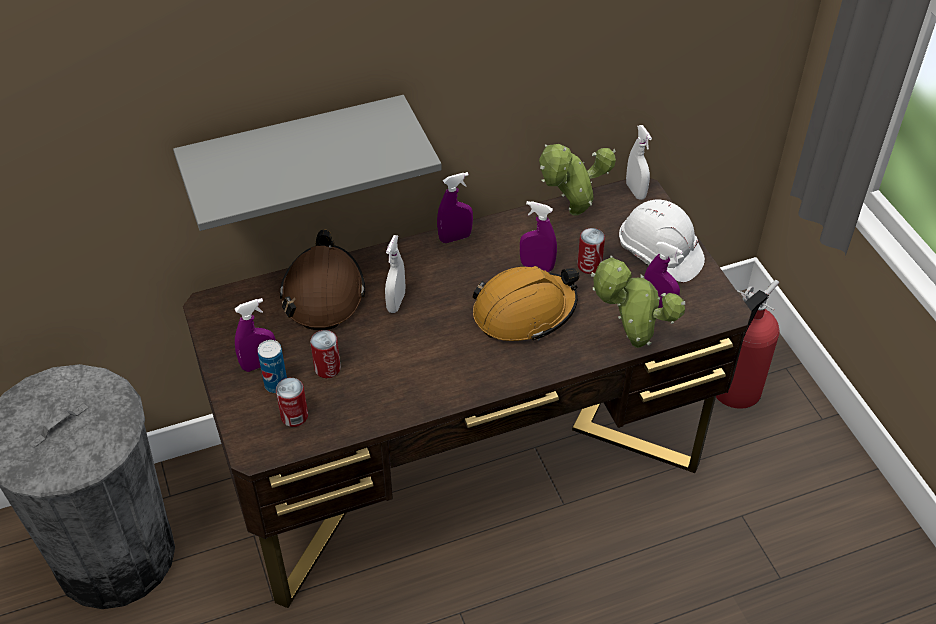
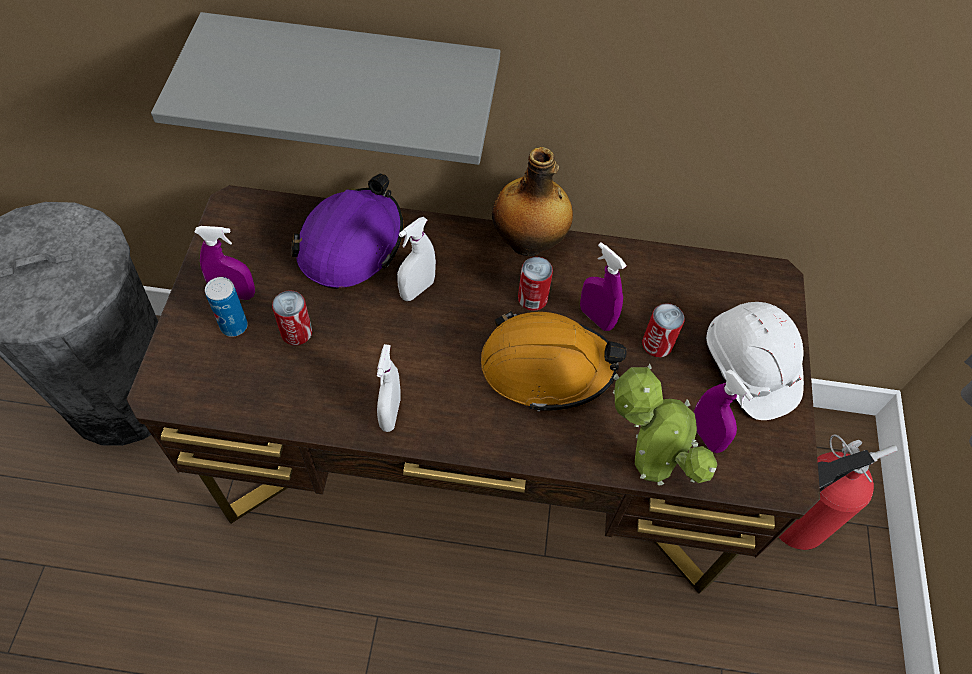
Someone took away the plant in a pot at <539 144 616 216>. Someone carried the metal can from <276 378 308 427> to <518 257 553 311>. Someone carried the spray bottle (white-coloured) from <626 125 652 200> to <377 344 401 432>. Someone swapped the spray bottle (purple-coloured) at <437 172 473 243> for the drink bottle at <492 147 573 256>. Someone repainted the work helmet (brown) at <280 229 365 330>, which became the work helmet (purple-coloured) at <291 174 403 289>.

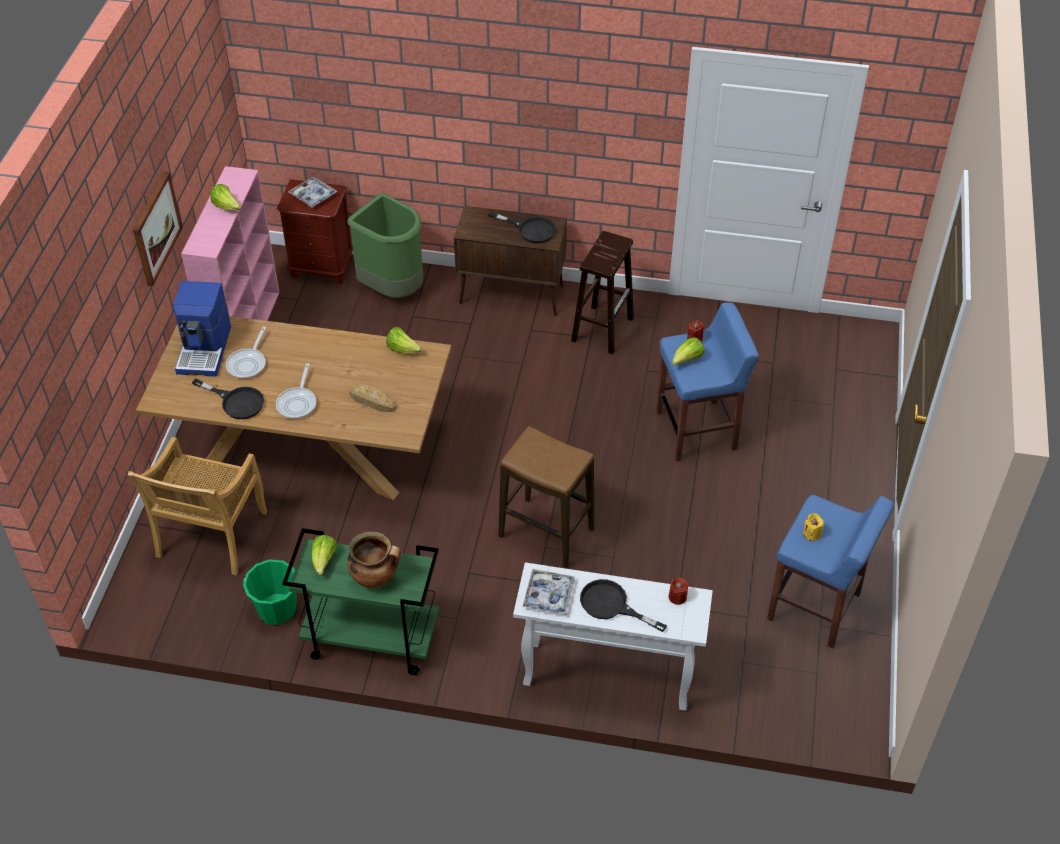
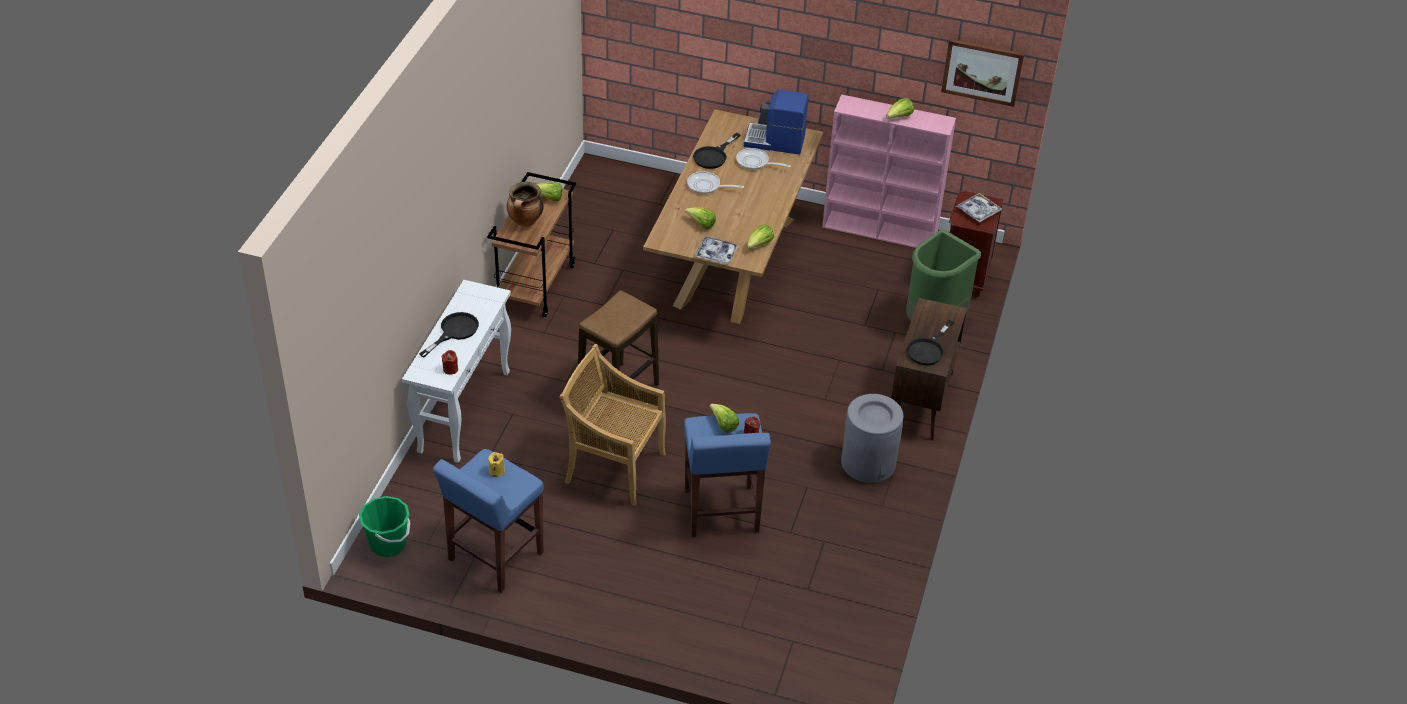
Someone carried the upright chair (beige-coloured) from <128 437 267 576> to <559 344 666 506>. Someone carried the wall art from <133 171 183 287> to <941 39 1024 107>. Someone carried the bucket (green) from <243 559 296 625> to <359 496 410 557>. Someone carried the carrying tray from <523 569 575 615> to <694 236 739 265>. Someone swapped the baked bread at <349 384 396 412> for the head of lettuce at <685 207 716 230>. Someone swapped the stool seat (brown) at <571 231 634 355> for the waste bin (greyish) at <841 394 904 483>. Someone repainted the wheeled cart (green) at <282 528 439 675>, which became the wheeled cart (brown) at <487 172 576 317>.

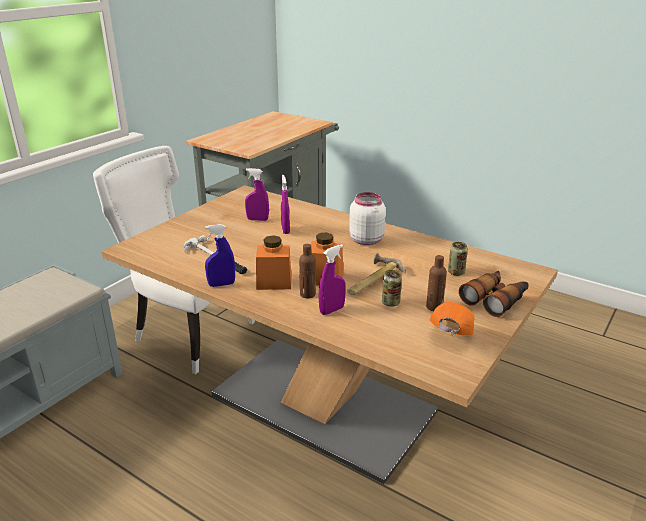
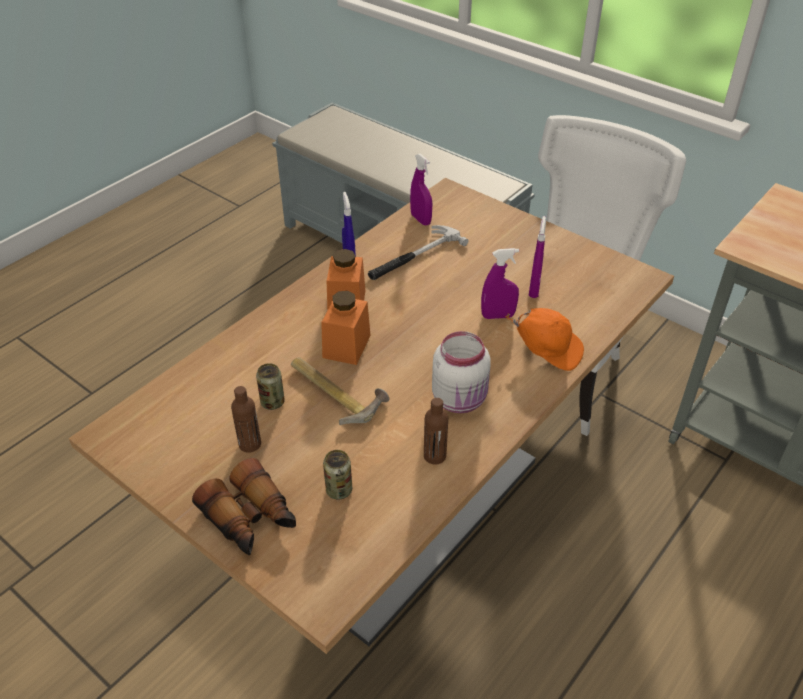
Someone carried the drink bottle (brown) from <299 244 316 298> to <424 398 448 465>. Someone carried the spray bottle (purple-coloured) from <318 244 346 315> to <410 154 433 225>. Someone carried the baseball cap (orange) from <429 302 474 336> to <505 308 584 371>.

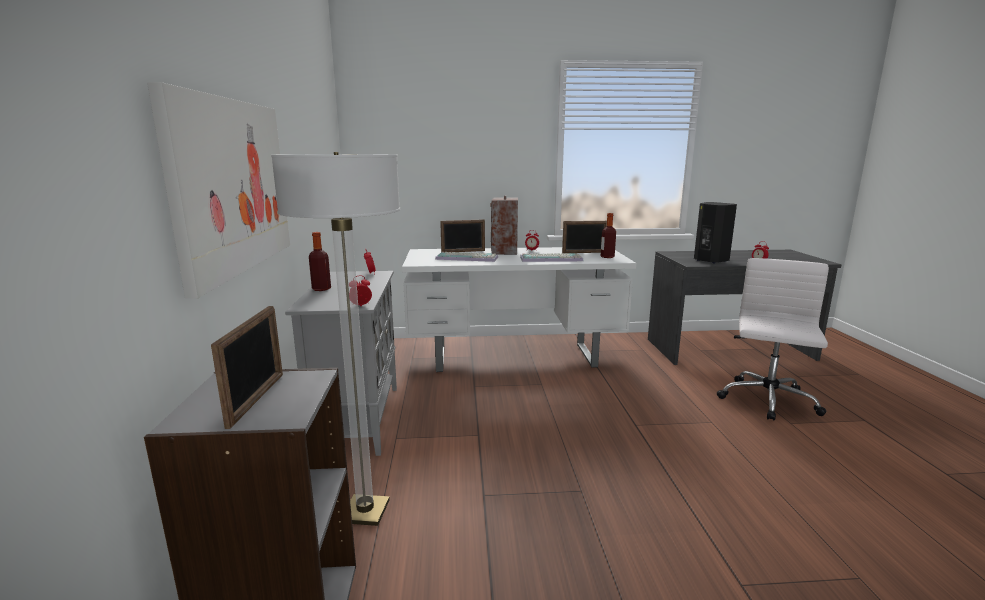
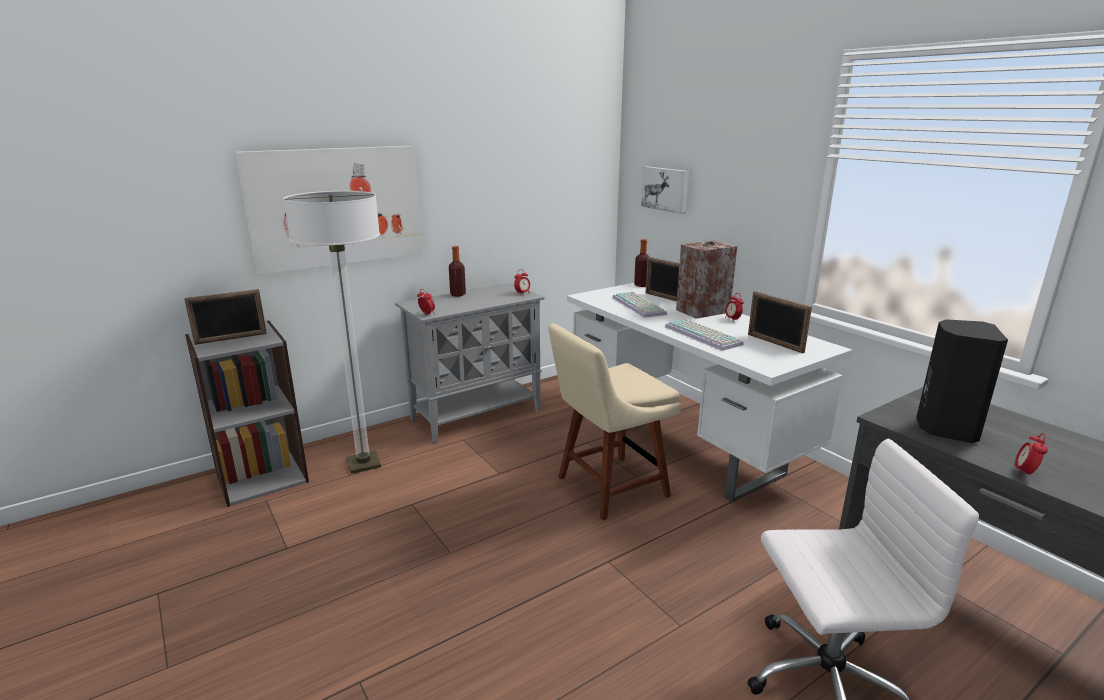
Someone put down the upright chair (beige-coloured) at <548 324 681 520>. Someone put up the wall art at <641 167 689 214>. Someone carried the drink bottle from <601 213 616 258> to <634 239 649 287>.

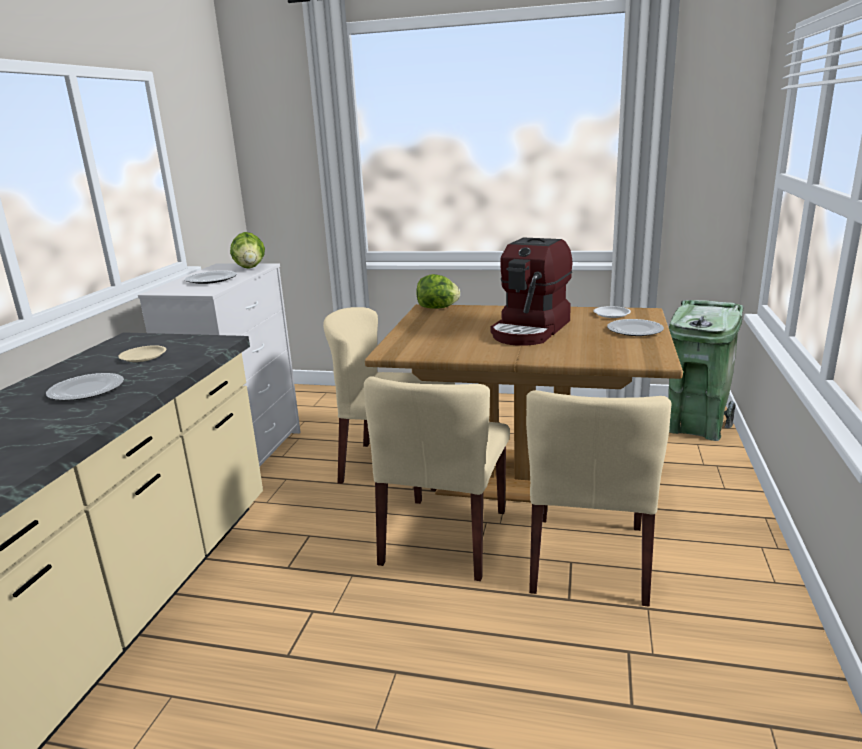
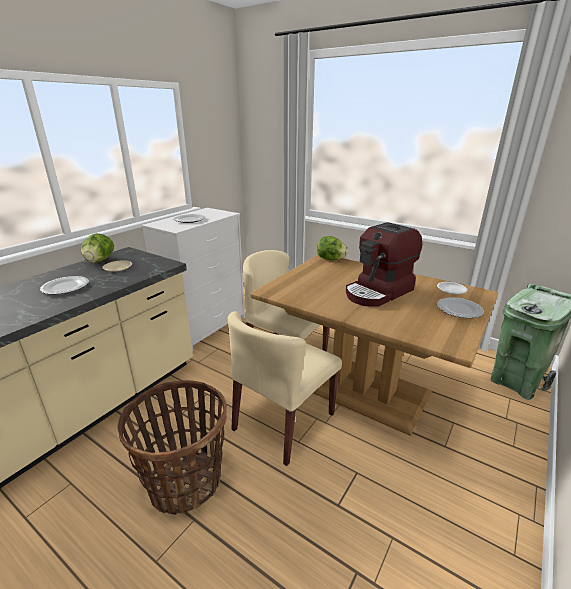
Someone took away the upright chair (beige-coloured) at <526 390 671 606>. Someone put down the basket at <117 380 227 515>. Someone carried the head of lettuce from <230 232 265 269> to <81 233 114 263>.

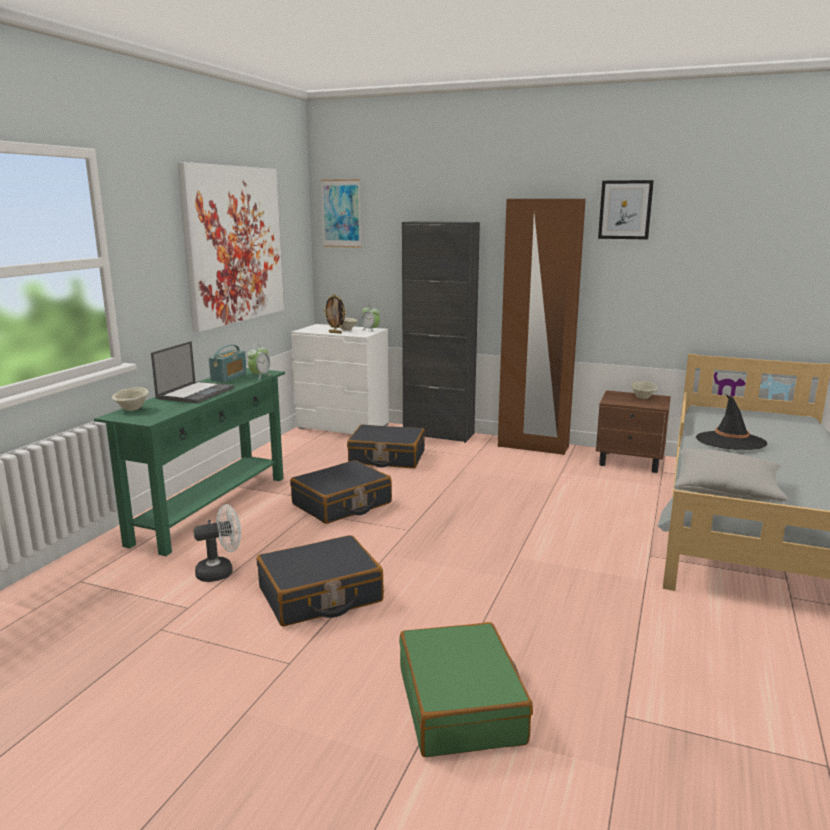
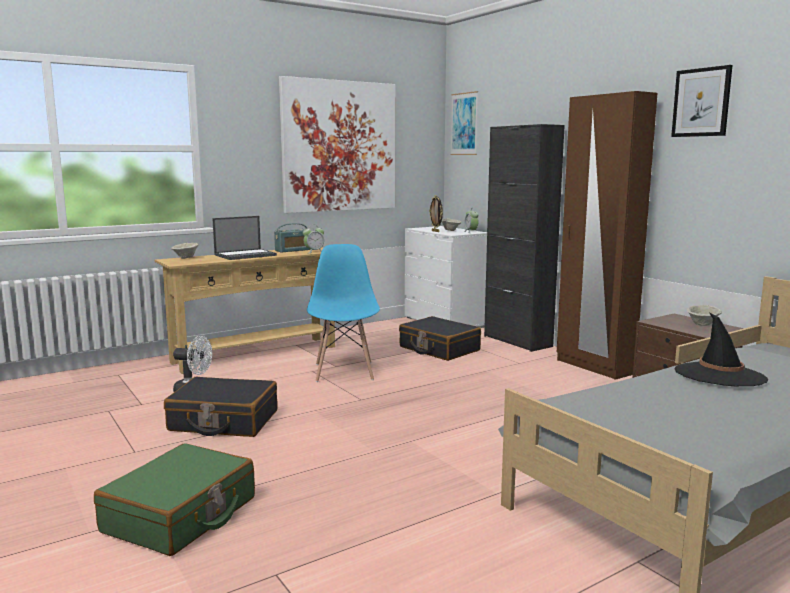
Someone took away the pillow (greyish) at <673 449 788 501>. Someone swapped the piece of luggage (black-coloured) at <290 460 392 524> for the upright chair (blue) at <307 244 380 382>. Someone repainted the hall table (green) at <94 368 285 556>, which became the hall table (beige-coloured) at <155 247 335 374>.

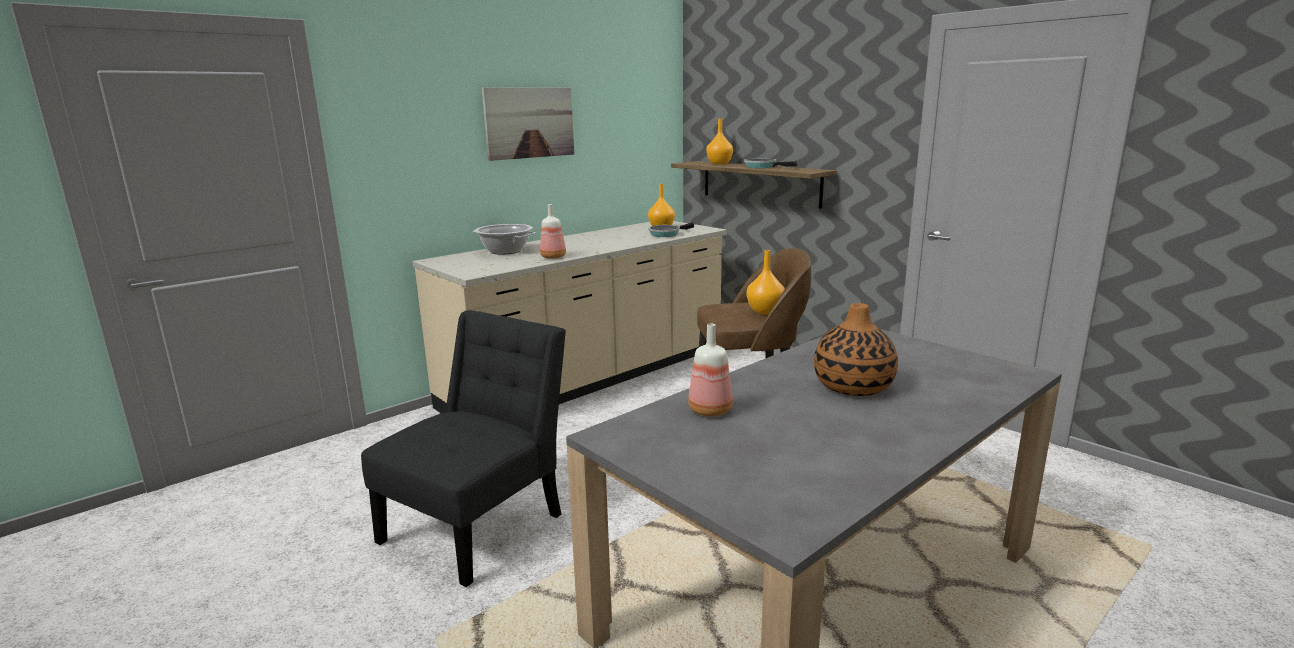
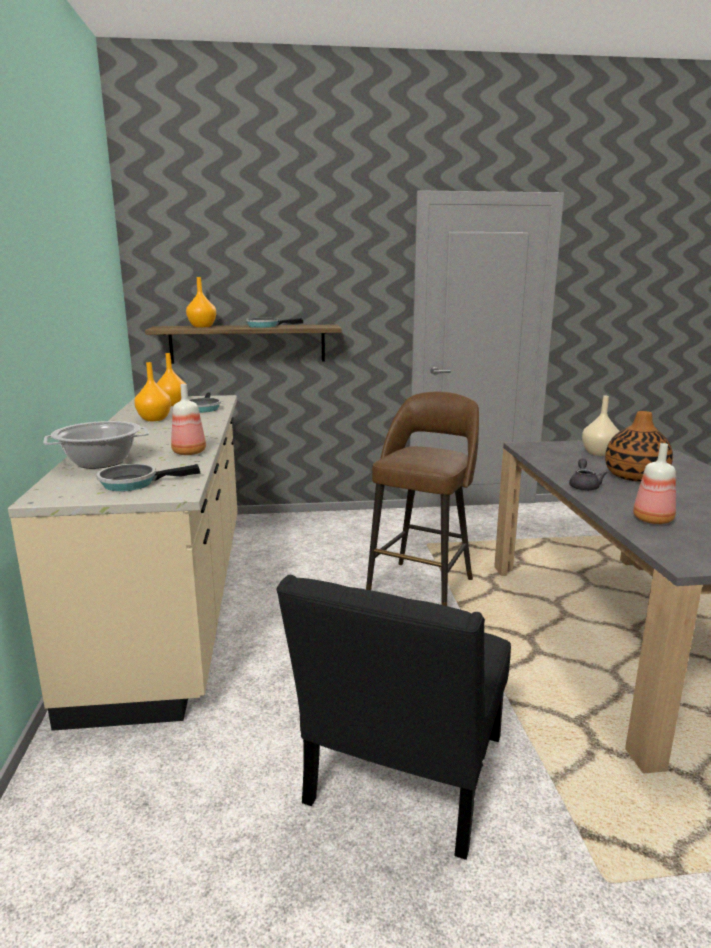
Someone took away the wall art at <482 87 574 161>. Someone put down the skillet at <96 464 201 491>. Someone put down the tea pot (greyish) at <569 459 607 491>. Someone put down the vase (beige-coloured) at <582 396 620 456>. Someone carried the vase (orange) from <746 250 785 314> to <134 362 171 421>. Someone rotated the upright chair (black-coloured) at <361 310 566 587> by 135 degrees counterclockwise.

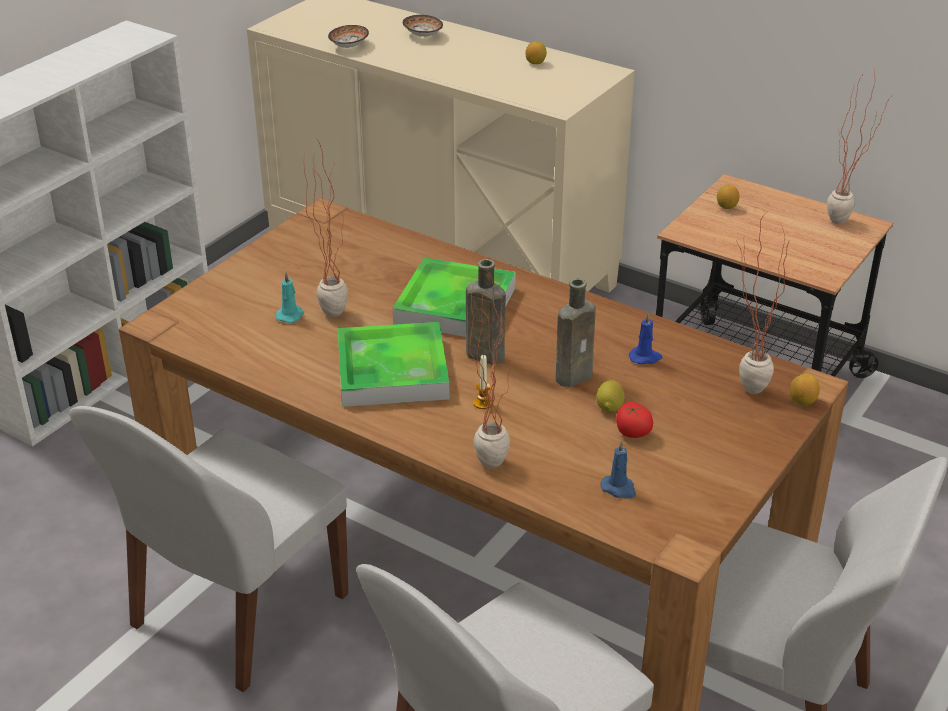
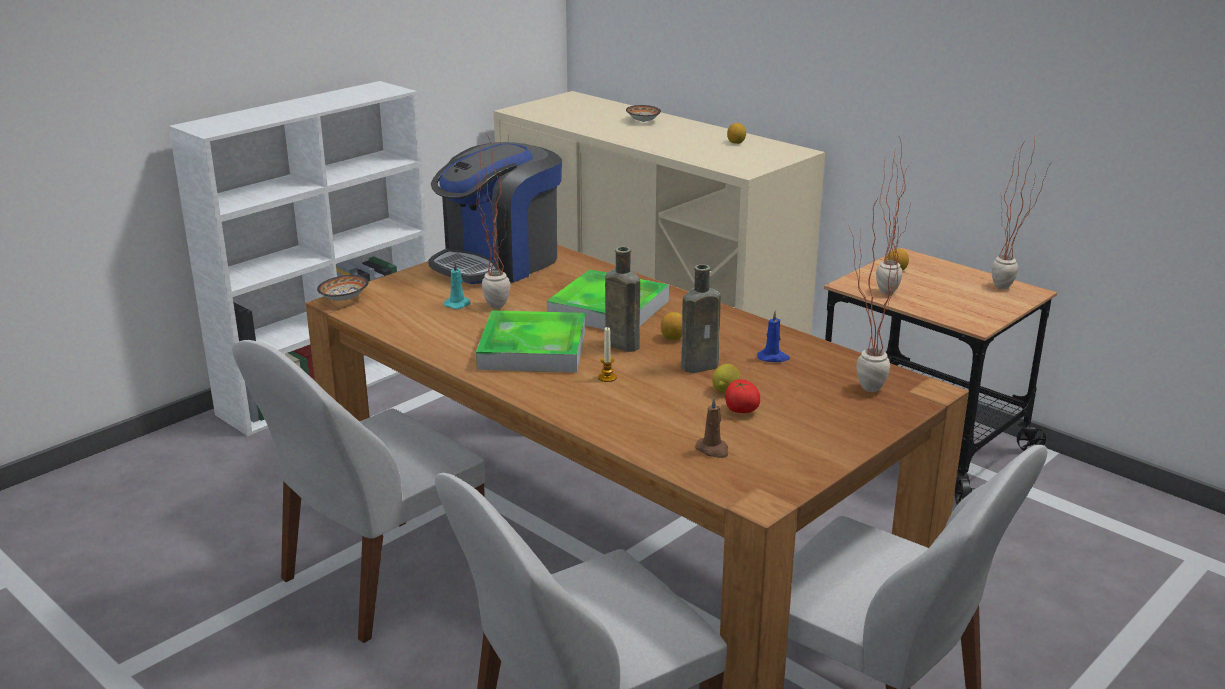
Someone put down the coffee maker at <428 142 562 284>. Someone carried the deep dish from <328 25 369 48> to <317 275 369 301>. Someone carried the plant in a pot from <469 270 511 469> to <876 137 910 295>. Someone carried the citrus fruit from <790 374 820 405> to <661 312 682 340>. Someone repainted the wax light (blue) at <600 440 636 498>, which became the wax light (brown) at <695 396 728 458>.

